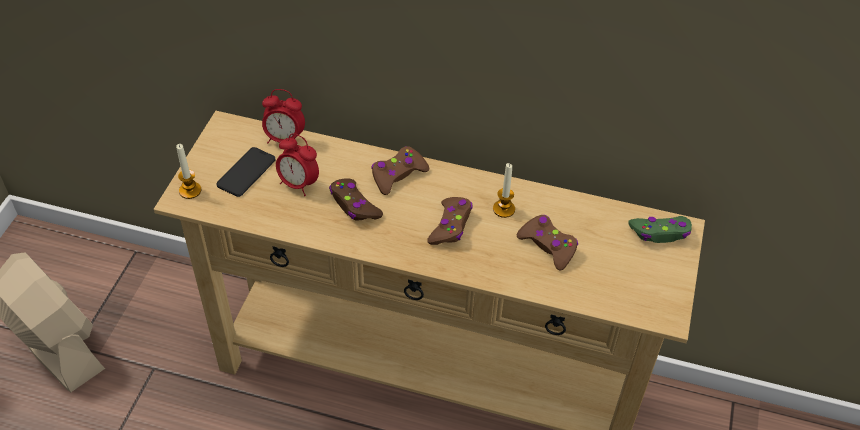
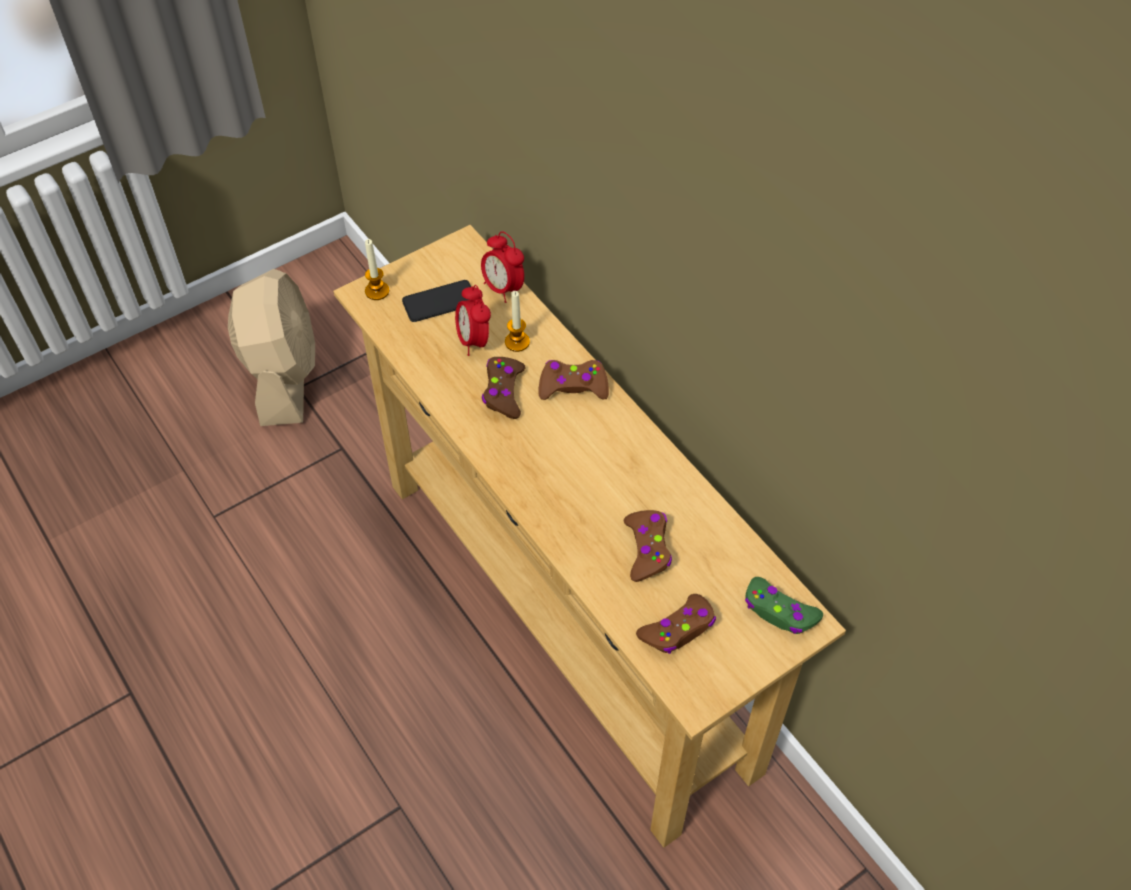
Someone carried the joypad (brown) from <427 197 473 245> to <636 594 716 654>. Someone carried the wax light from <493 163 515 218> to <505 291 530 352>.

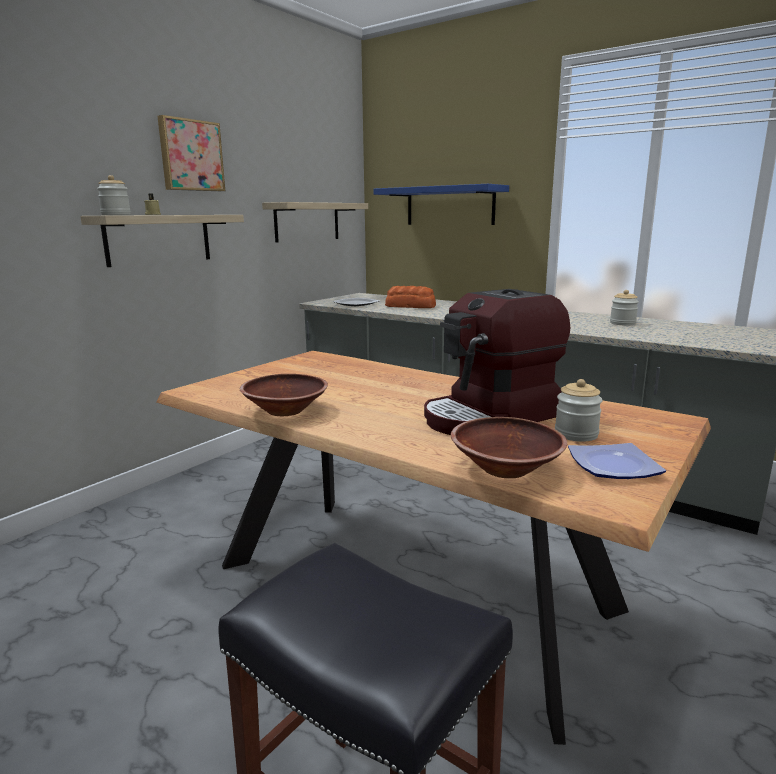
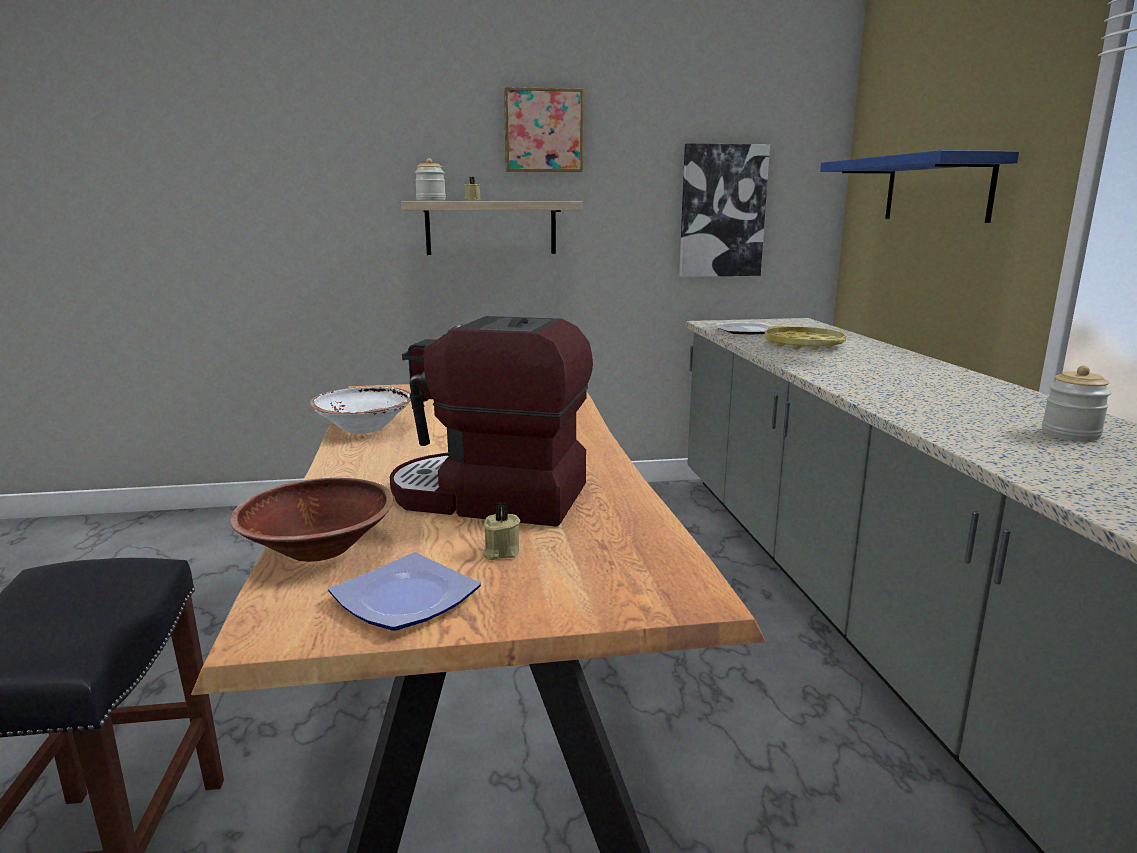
Someone swapped the wall shelf at <262 202 368 243> for the wall art at <679 143 770 277>. Someone swapped the baked bread at <385 286 436 308> for the carrying tray (yellow-coloured) at <765 326 846 350>. Someone swapped the jar at <555 379 603 442> for the wax light (beige-coloured) at <483 502 520 560>. Someone repainted the deep dish (brown) at <240 374 328 416>, which became the deep dish (white-coloured) at <310 386 411 434>.

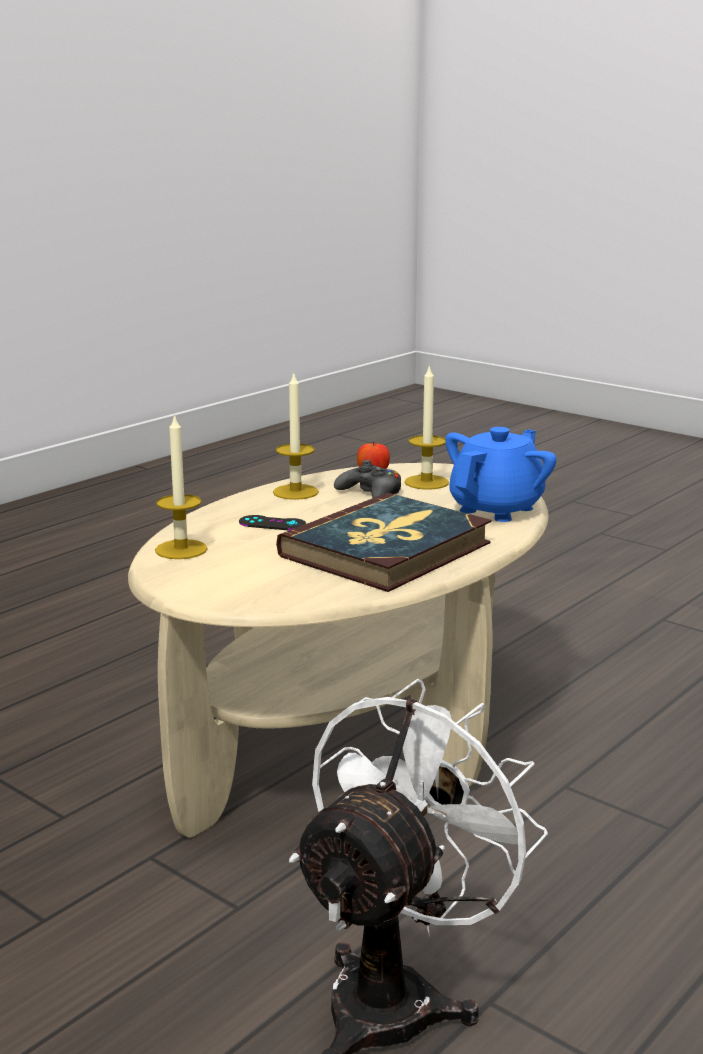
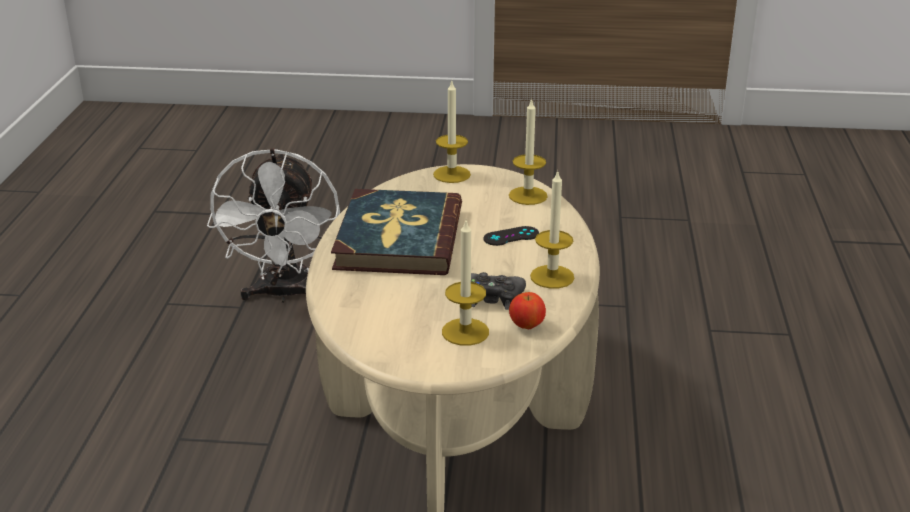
Someone took away the tea pot (blue) at <445 427 557 522>. Someone put down the wax light at <433 81 471 183>.

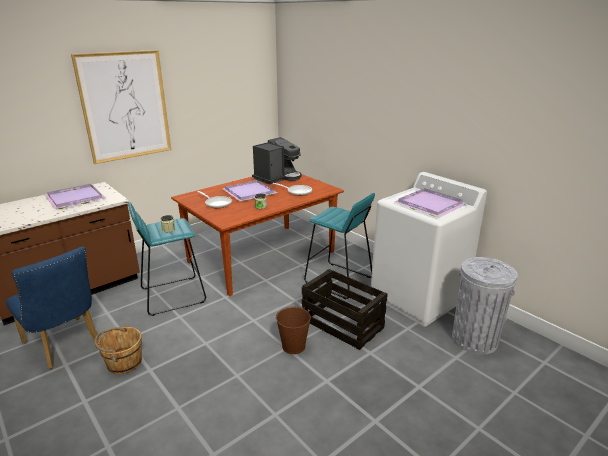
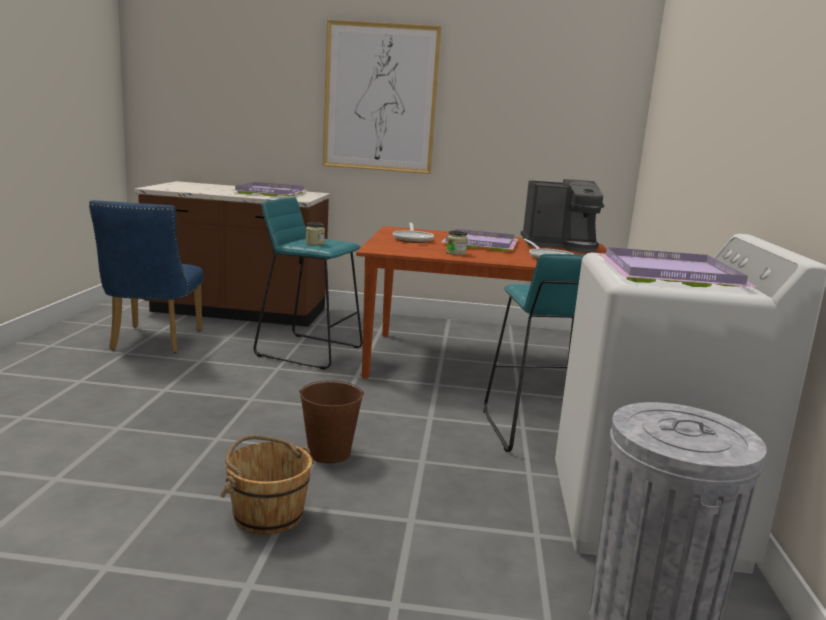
Someone took away the shipping crate at <302 269 388 350>. Someone carried the bucket (brown) from <95 325 142 374> to <220 435 314 535>.

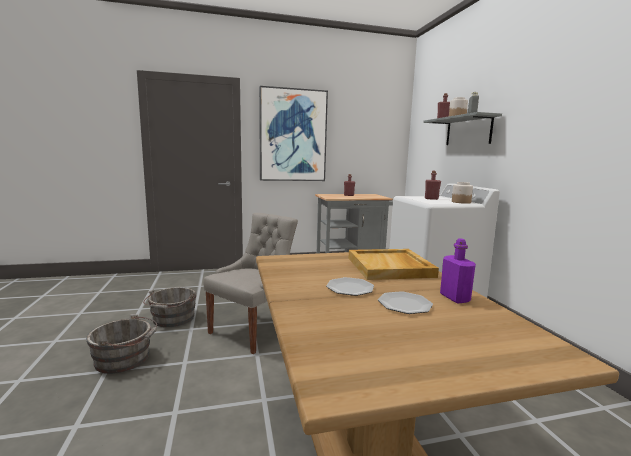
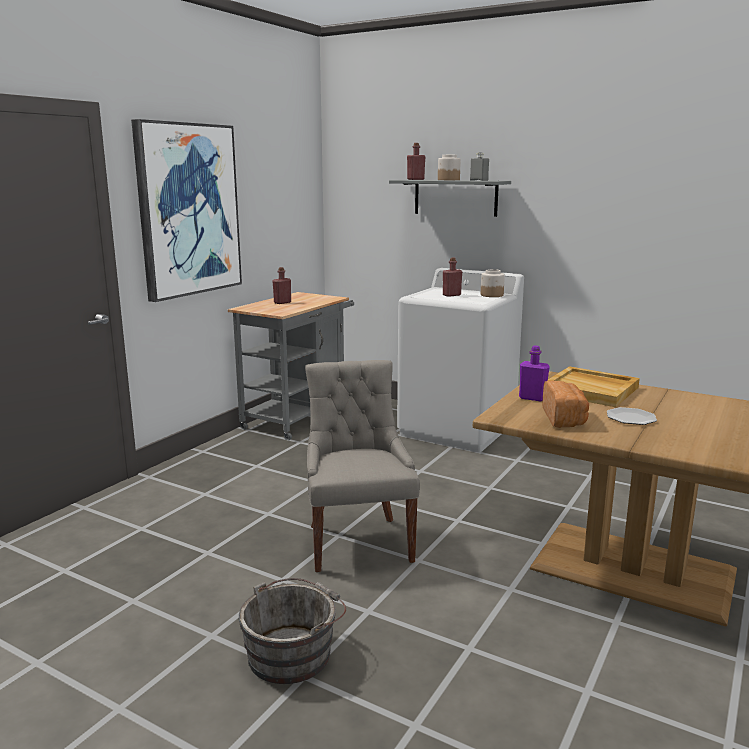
Someone took away the bucket (greyish) at <143 287 196 327>. Someone took away the plate at <378 291 433 314>. Someone put down the baked bread at <543 381 589 428>. Someone carried the drink bottle (purple-coloured) from <440 238 476 304> to <519 346 550 402>.

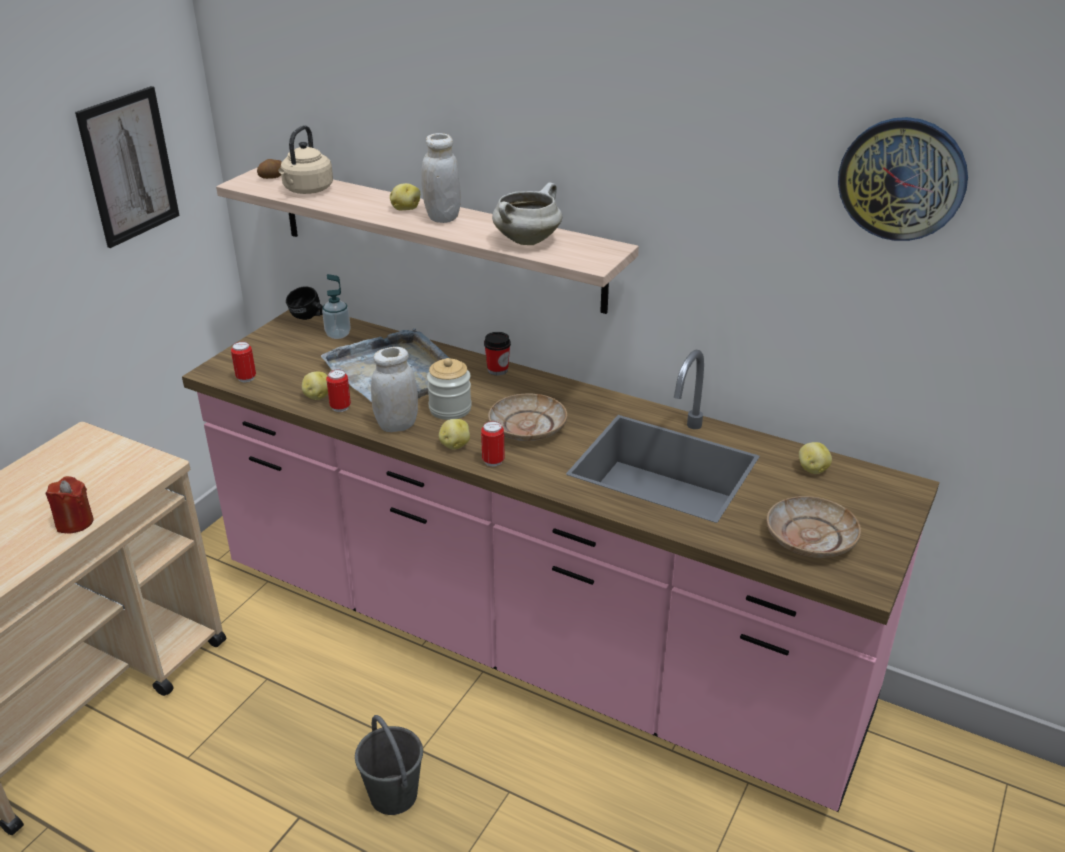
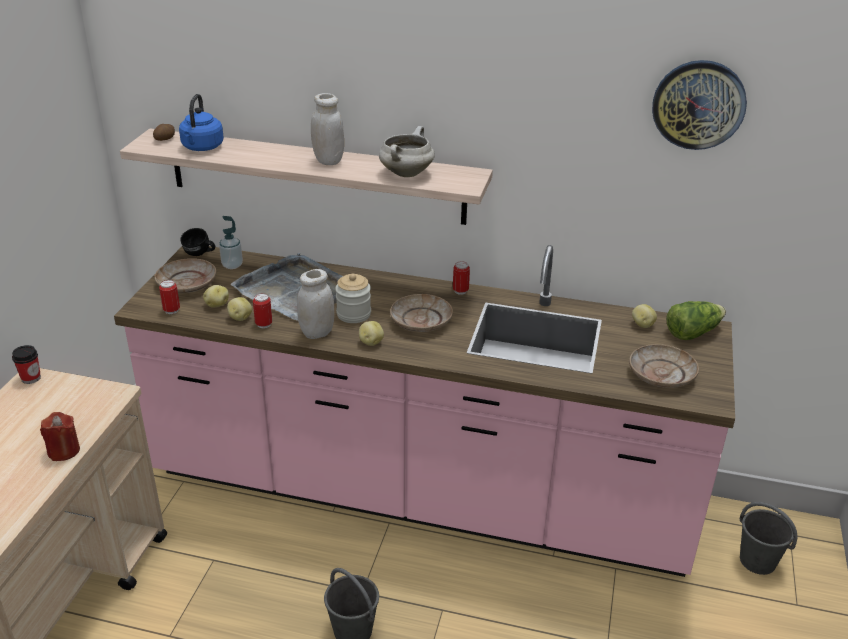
Someone took away the wall art at <75 86 180 248>. Someone put down the plate (beige-coloured) at <155 258 216 293>. Someone put down the head of lettuce at <666 301 726 340>. Someone put down the bucket (greyish) at <740 502 798 575>. Someone carried the potato from <390 183 420 211> to <203 285 229 308>. Someone carried the metal can from <481 421 505 467> to <453 261 470 295>. Someone carried the cup from <484 332 511 375> to <12 345 41 384>. Someone repainted the water kettle (beige-coloured) at <278 125 333 194>, which became the water kettle (blue) at <179 94 224 151>.

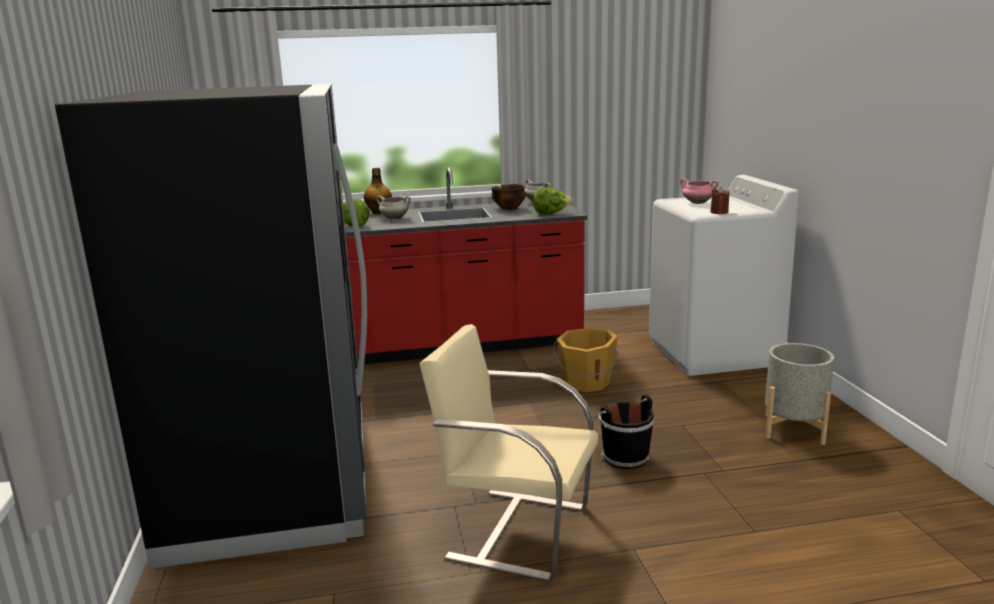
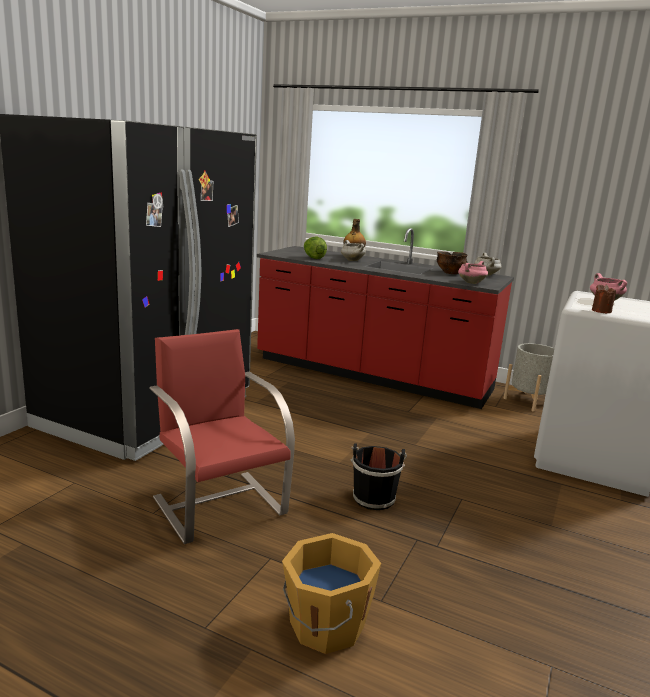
Someone carried the bucket (orange) from <553 328 619 392> to <282 533 381 654>. Someone carried the planter (greyish) from <765 343 834 445> to <503 343 554 412>. Someone swapped the head of lettuce at <533 187 573 215> for the cooking pot (pinkish) at <458 261 488 284>. Someone repainted the upright chair (beige-coloured) at <419 324 598 582>, which became the upright chair (red-coloured) at <149 329 295 544>.

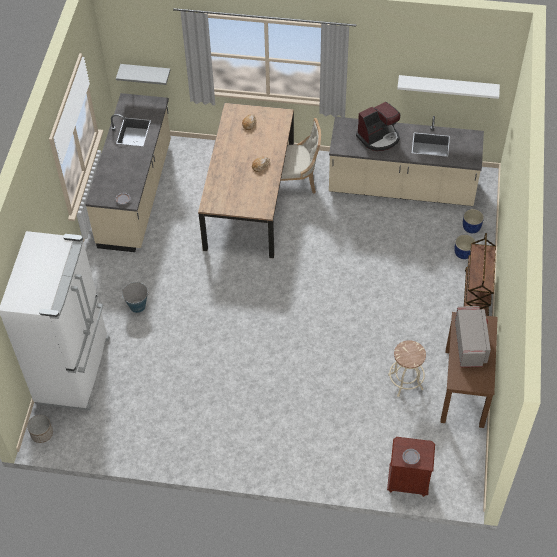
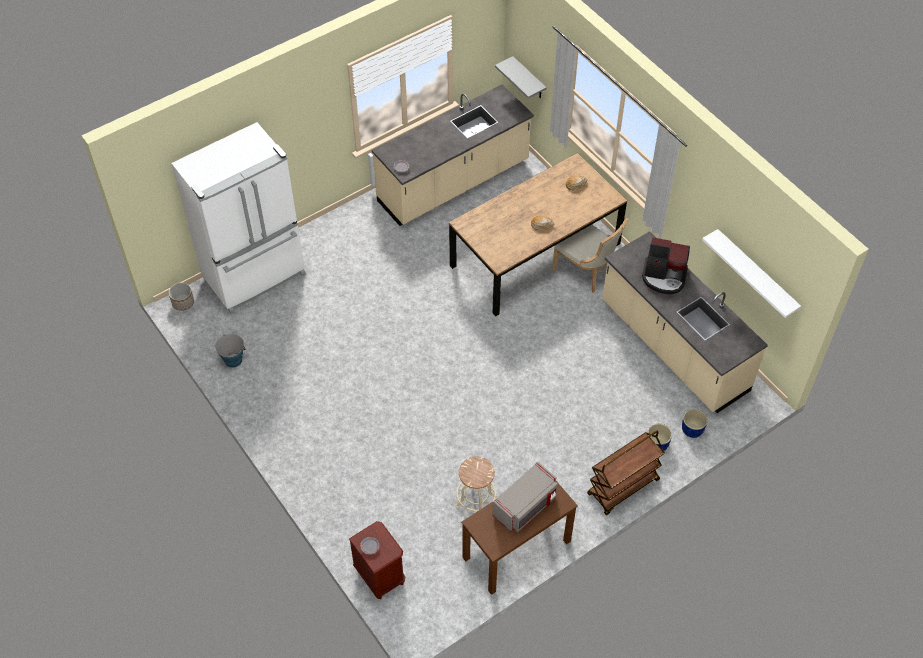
Someone carried the bucket from <122 282 149 313> to <215 334 246 368>.

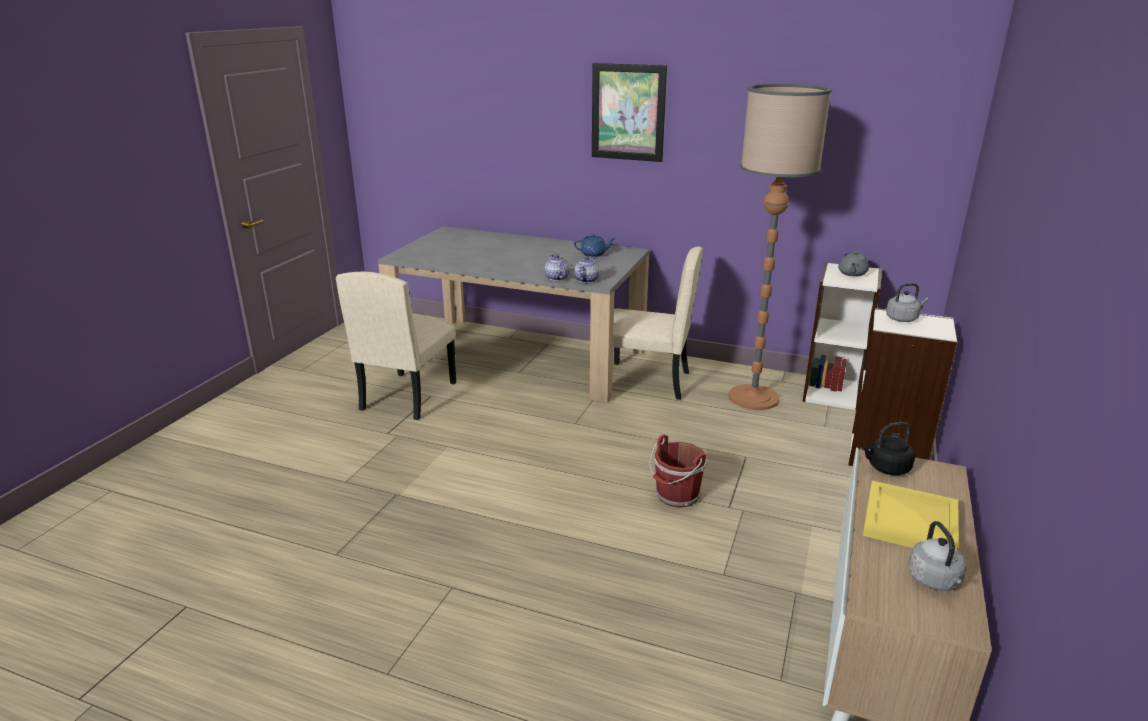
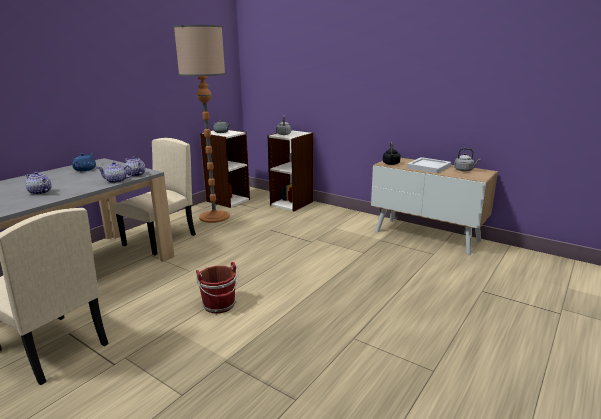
Someone took away the wall art at <592 63 667 162>. Someone put down the tea pot at <25 172 52 195>. Someone carried the bucket (red-coloured) from <649 434 707 508> to <196 262 239 313>. Someone repainted the carrying tray (yellow-coloured) at <863 481 959 550>, which became the carrying tray (white-coloured) at <407 157 452 174>.

